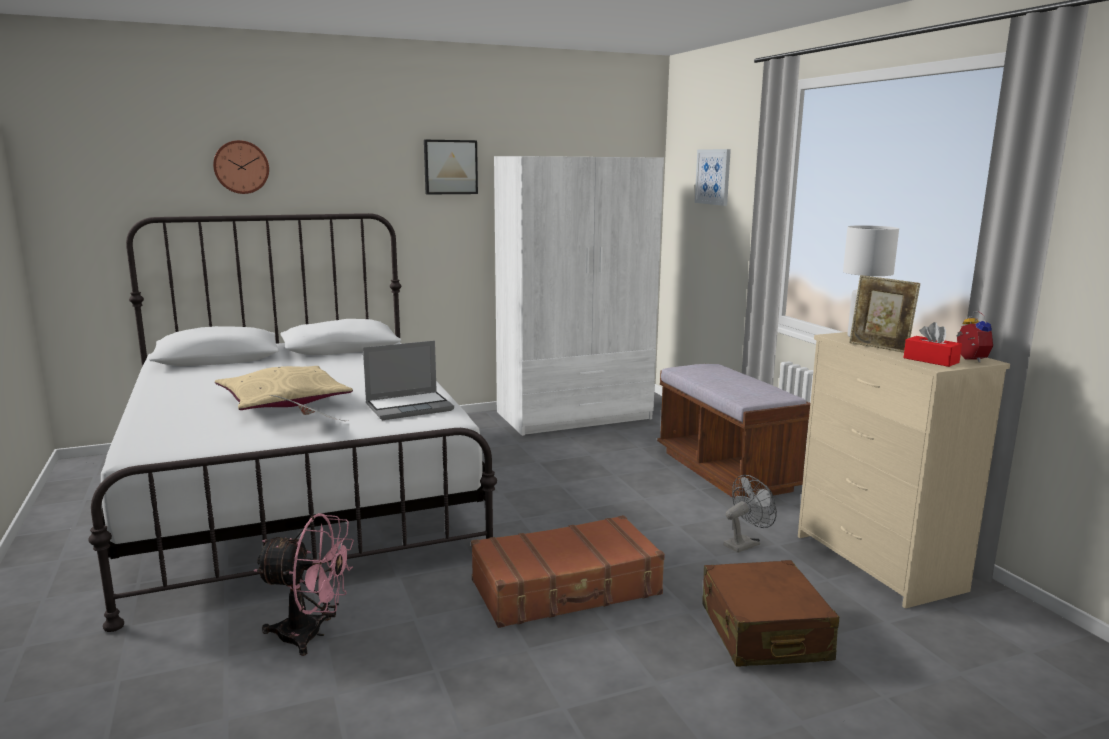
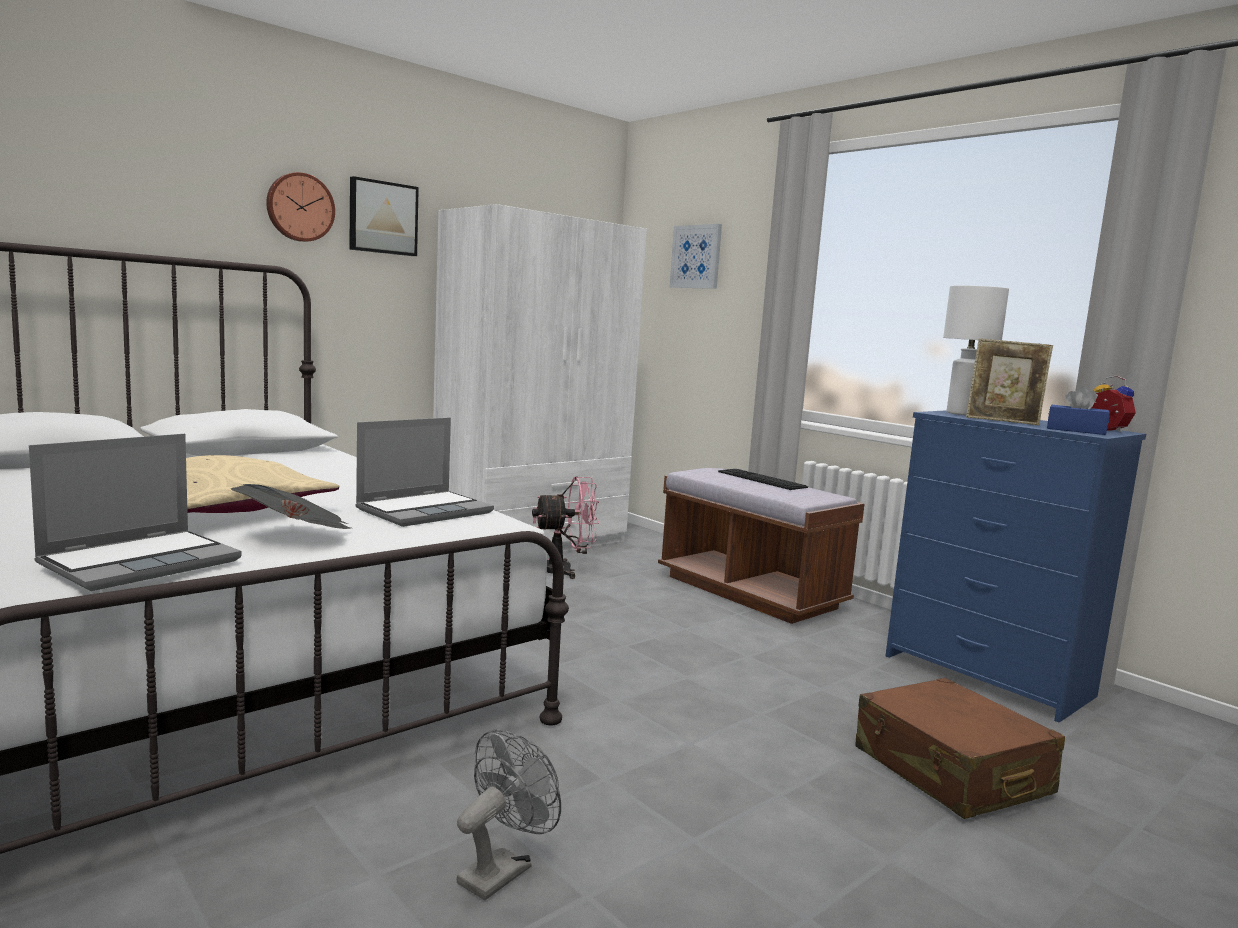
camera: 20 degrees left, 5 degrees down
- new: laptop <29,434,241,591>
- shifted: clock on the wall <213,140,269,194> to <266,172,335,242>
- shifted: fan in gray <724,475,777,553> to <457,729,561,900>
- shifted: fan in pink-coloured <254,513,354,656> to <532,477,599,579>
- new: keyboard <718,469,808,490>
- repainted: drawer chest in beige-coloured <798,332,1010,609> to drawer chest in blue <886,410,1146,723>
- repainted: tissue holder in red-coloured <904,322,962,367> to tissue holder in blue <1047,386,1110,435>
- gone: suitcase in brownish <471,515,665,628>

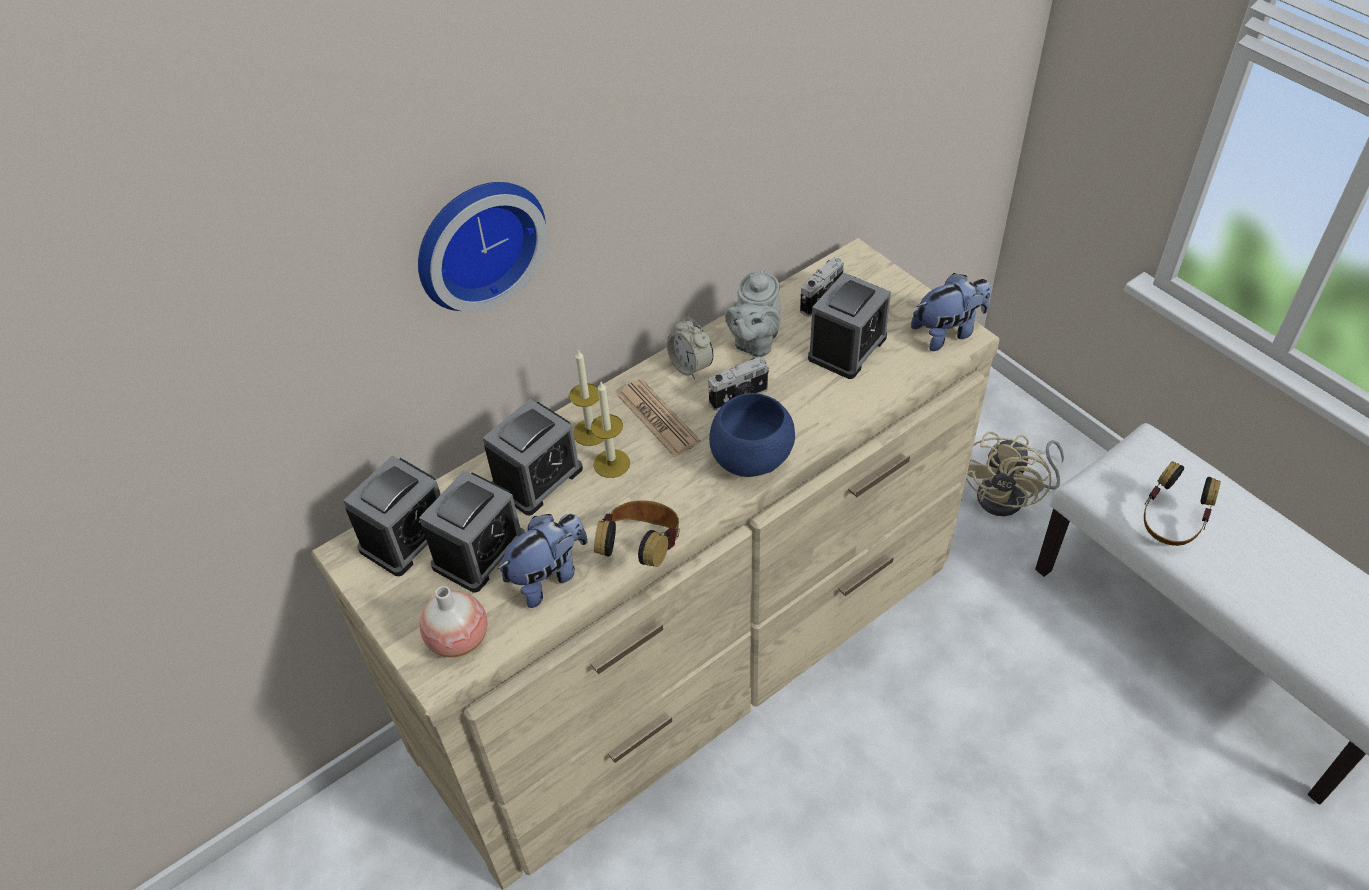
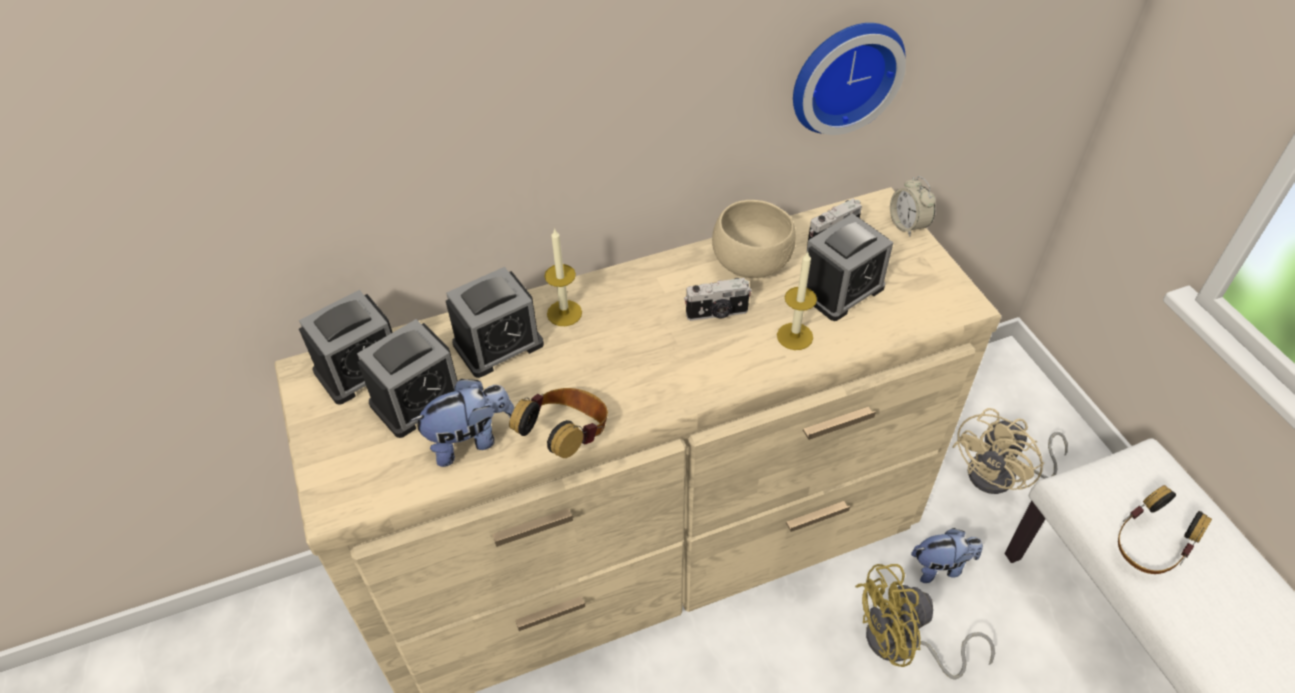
camera: 15 degrees right, 0 degrees up
- swapped: pot for tea in gray <725,268,781,357> to bowl in beige-coloured <712,200,796,278>
- shifted: wax light <591,382,630,478> to <777,252,817,350>
- shifted: clock on the wall <418,182,547,312> to <793,23,906,135>
- new: fan in yellow-coloured <855,564,995,680>
- shifted: alarm clock <667,317,713,380> to <890,176,936,237>
- shifted: soft toy <911,273,991,351> to <911,528,983,583>
- gone: vase <420,586,487,657>
- gone: daily paper <617,379,701,457>
- gone: bowl in blue <709,393,795,477>

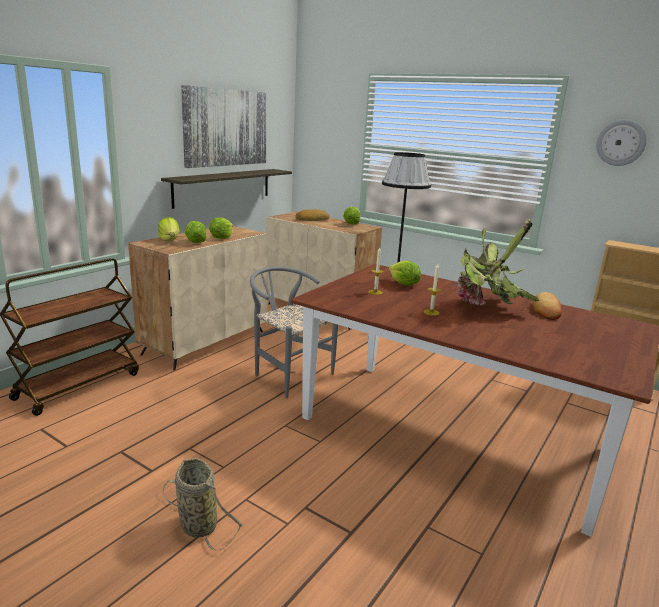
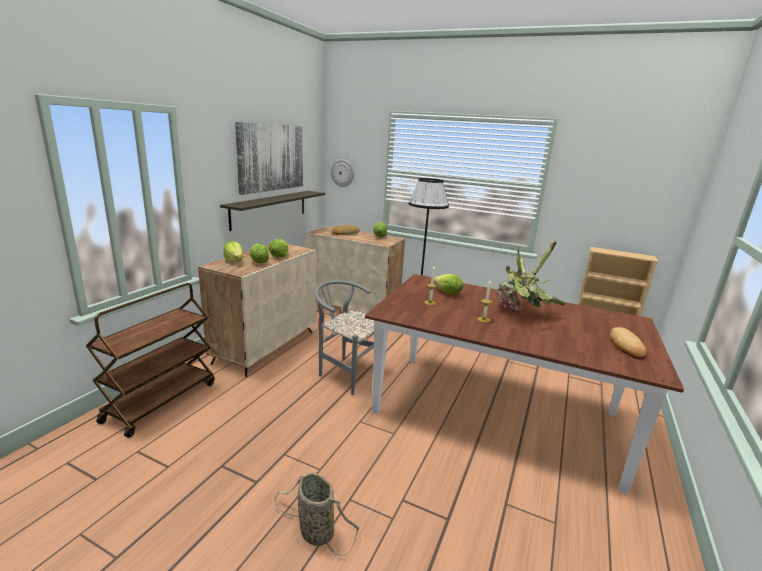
camera: 10 degrees left, 0 degrees up
- shifted: clock on the wall <596,120,647,166> to <331,159,354,187>
- shifted: baked bread <533,292,562,320> to <610,327,648,360>

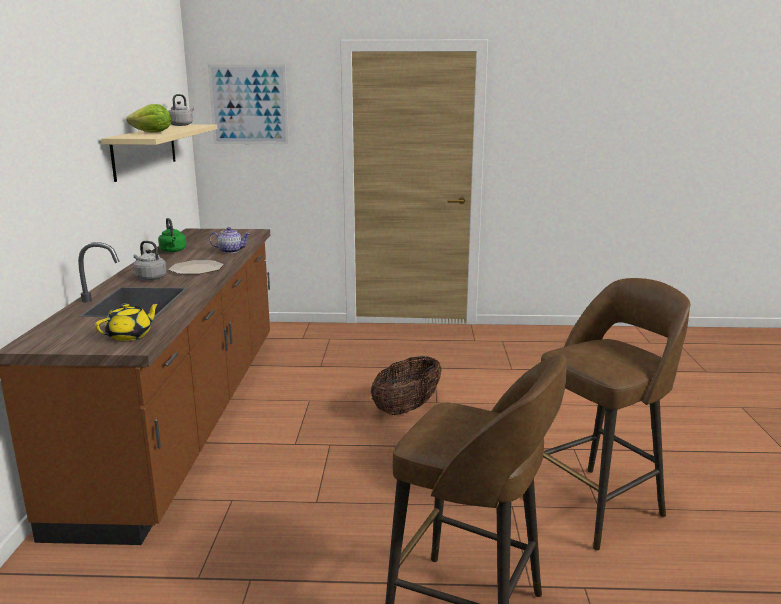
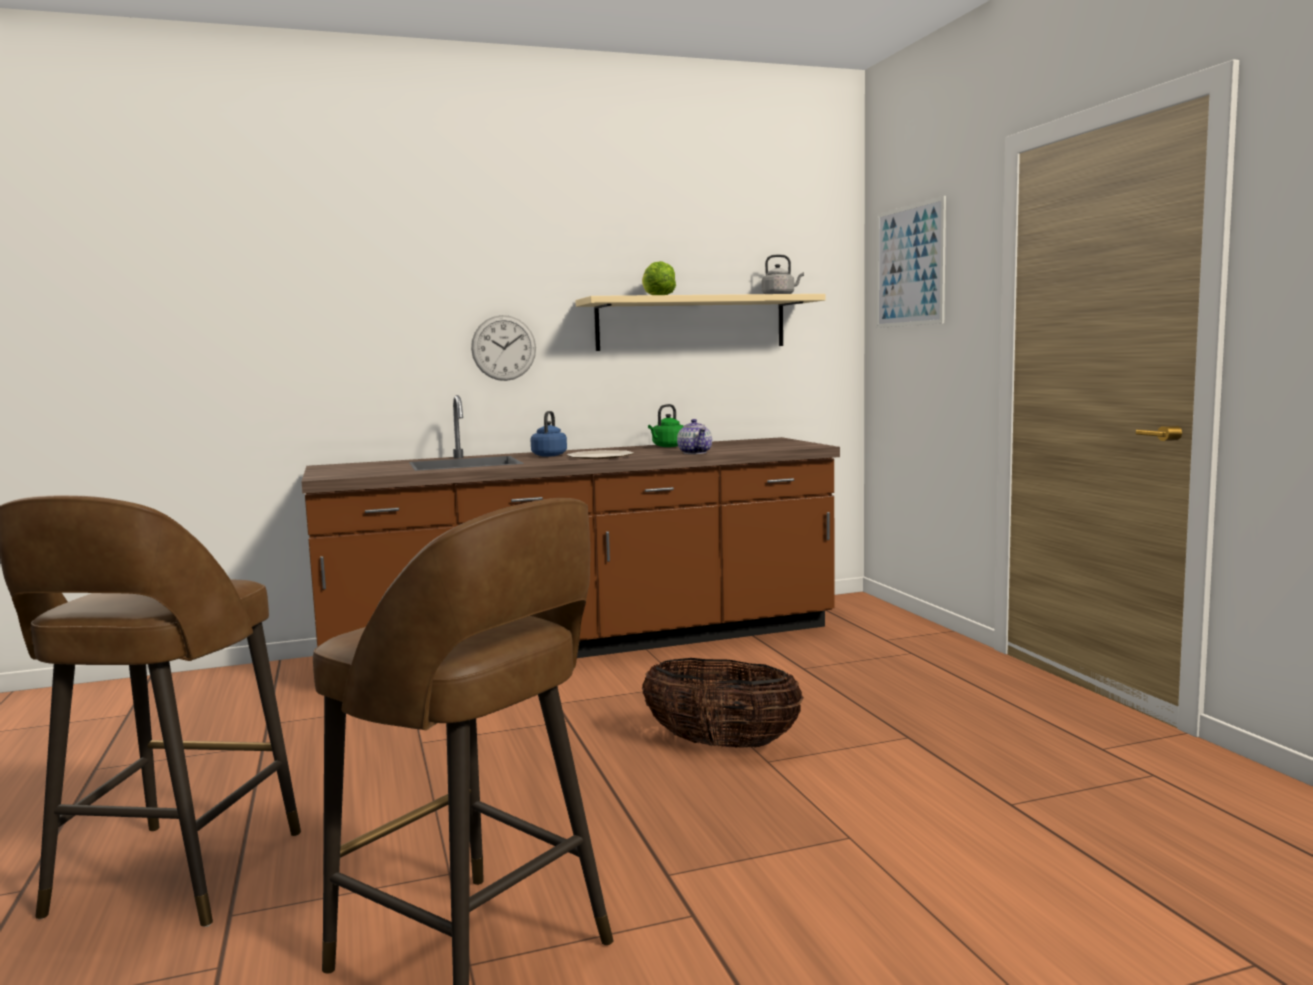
camera: 70 degrees right, 10 degrees down
- new: clock on the wall <471,315,536,381>
- repainted: water kettle in gray <133,241,167,280> to water kettle in blue <531,411,567,457>
- gone: pot for tea in yellow-coloured <95,302,160,341>

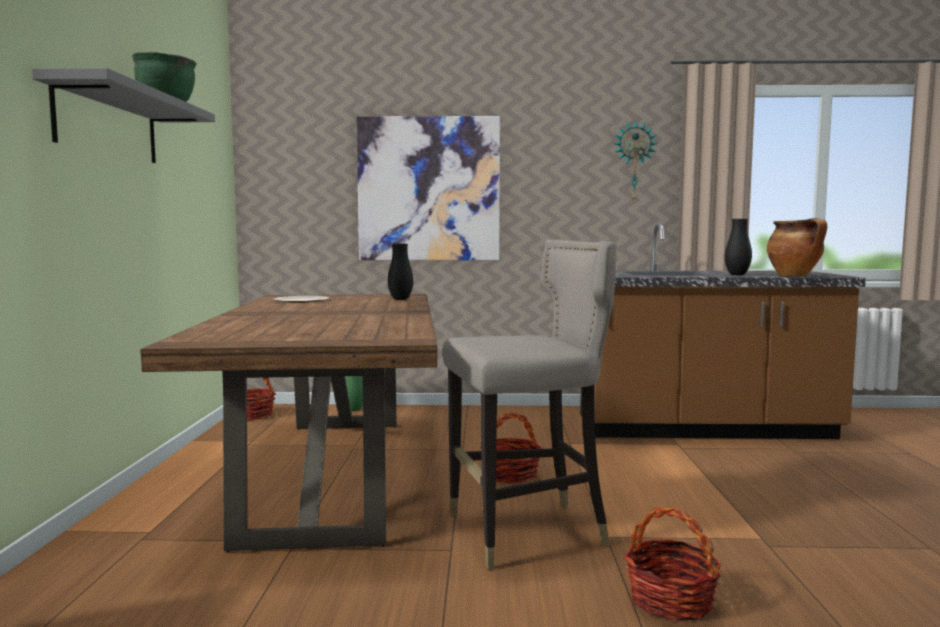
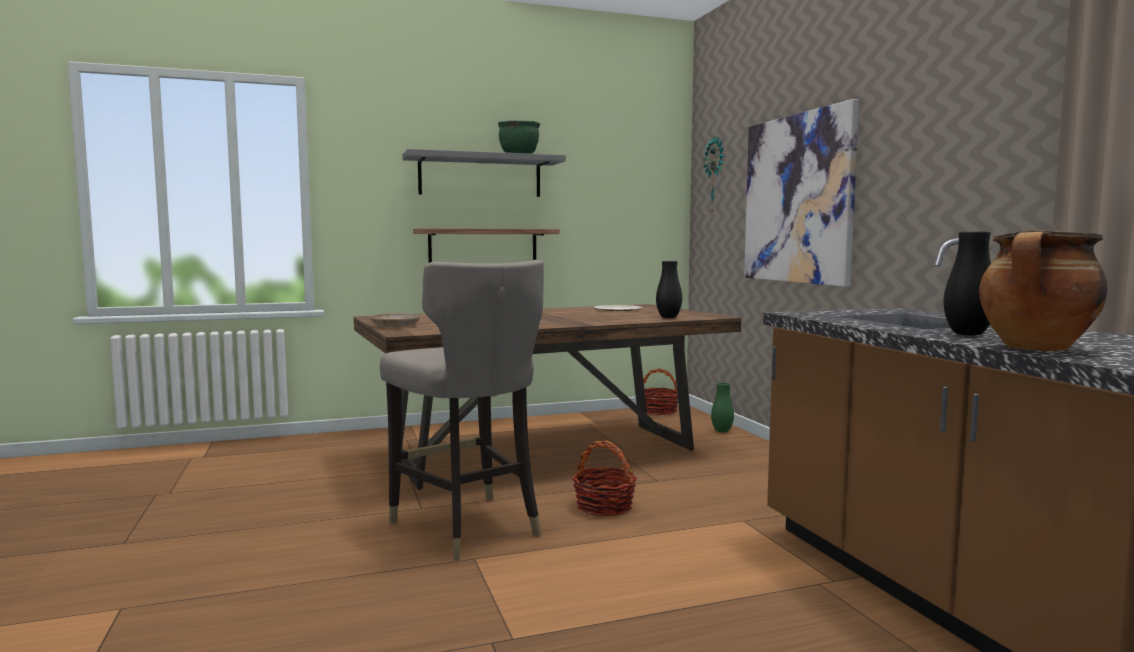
camera: 70 degrees right, 0 degrees up
- new: dinner plate in beige-coloured <370,313,420,327>
- new: wall shelf <413,228,560,263>
- shifted: clock on the wall <613,120,658,201> to <703,136,725,213>
- gone: household basket <624,507,722,622>

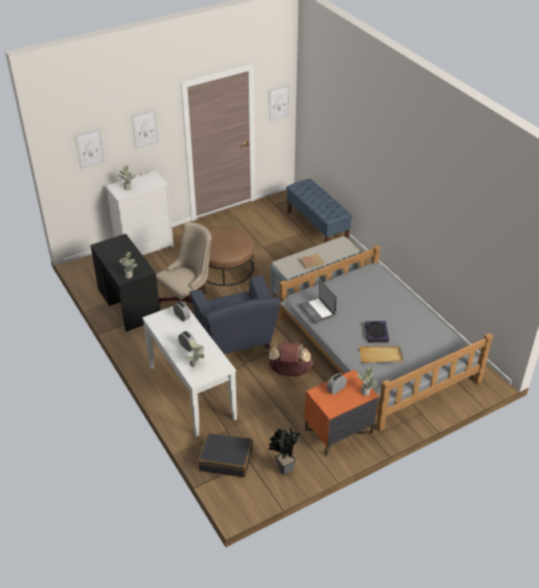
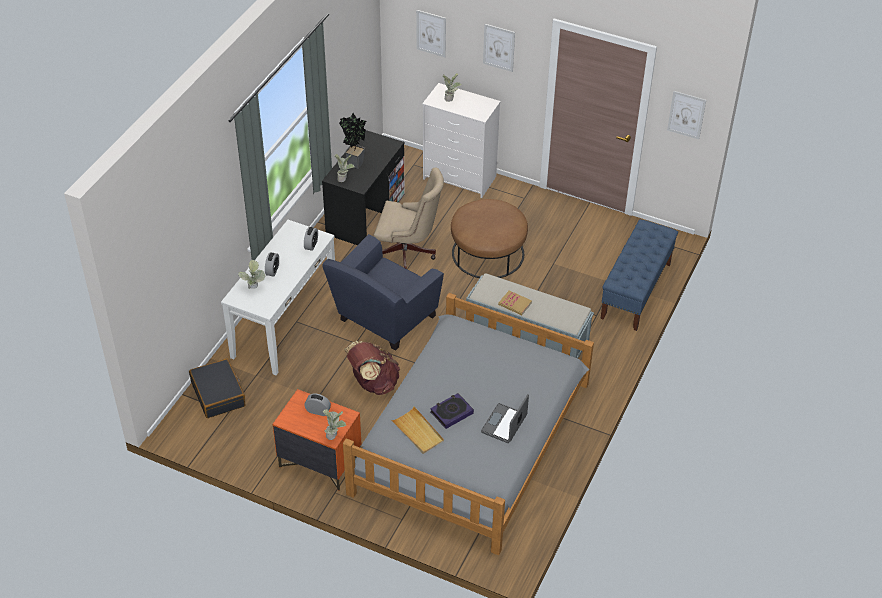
camera: 55 degrees right, 5 degrees up
- shifted: plant in a pot <268,427,301,475> to <339,113,366,169>
- shifted: laptop <300,280,337,323> to <481,394,529,443>

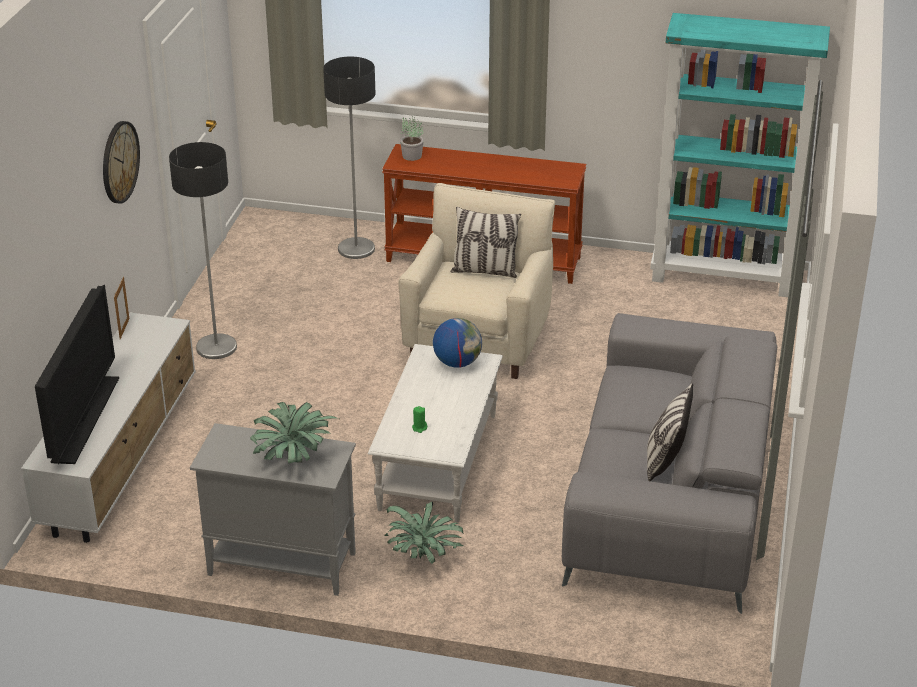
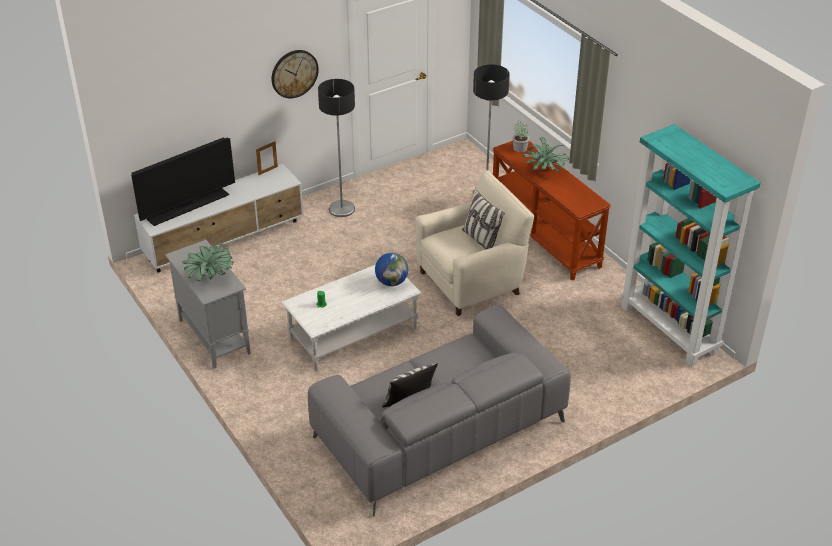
camera: 45 degrees right, 5 degrees up
- shifted: plant in a pot <384,502,464,564> to <523,137,569,172>

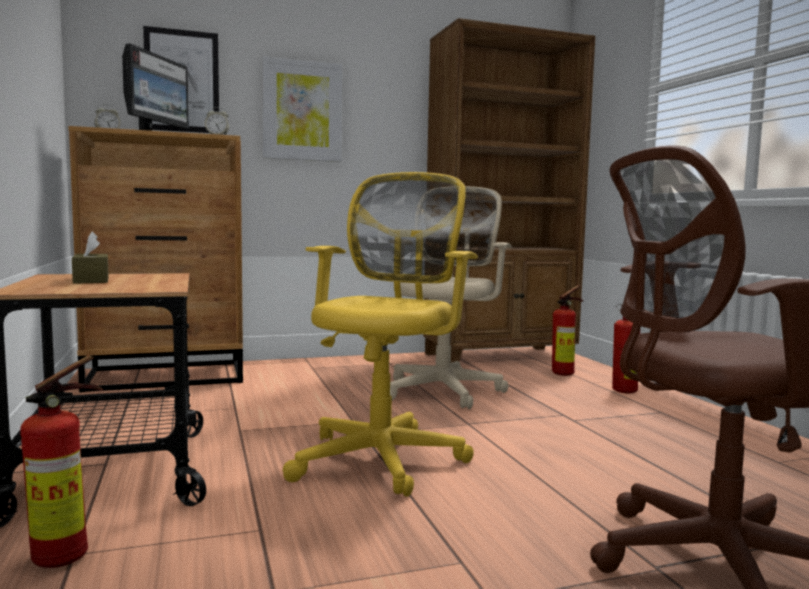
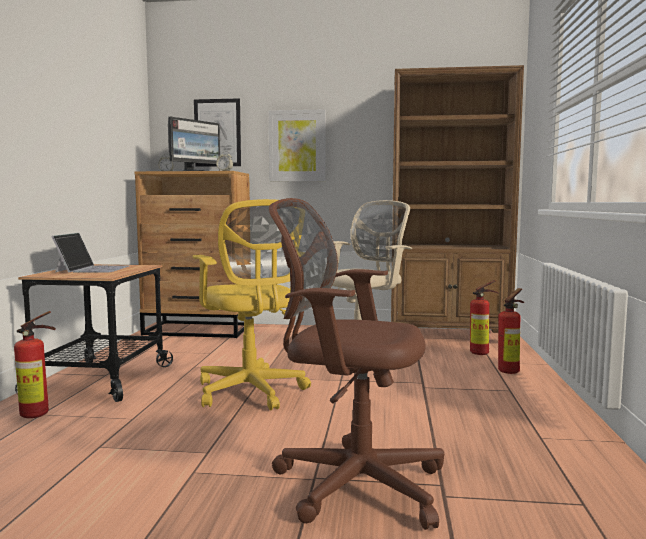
camera: 25 degrees right, 0 degrees up
- swapped: tissue holder in brownish <72,231,109,284> to laptop <51,233,129,273>
- rotated: computer chair in yellow-coloured <283,172,478,497> = <192,199,311,410> 105 degrees clockwise

